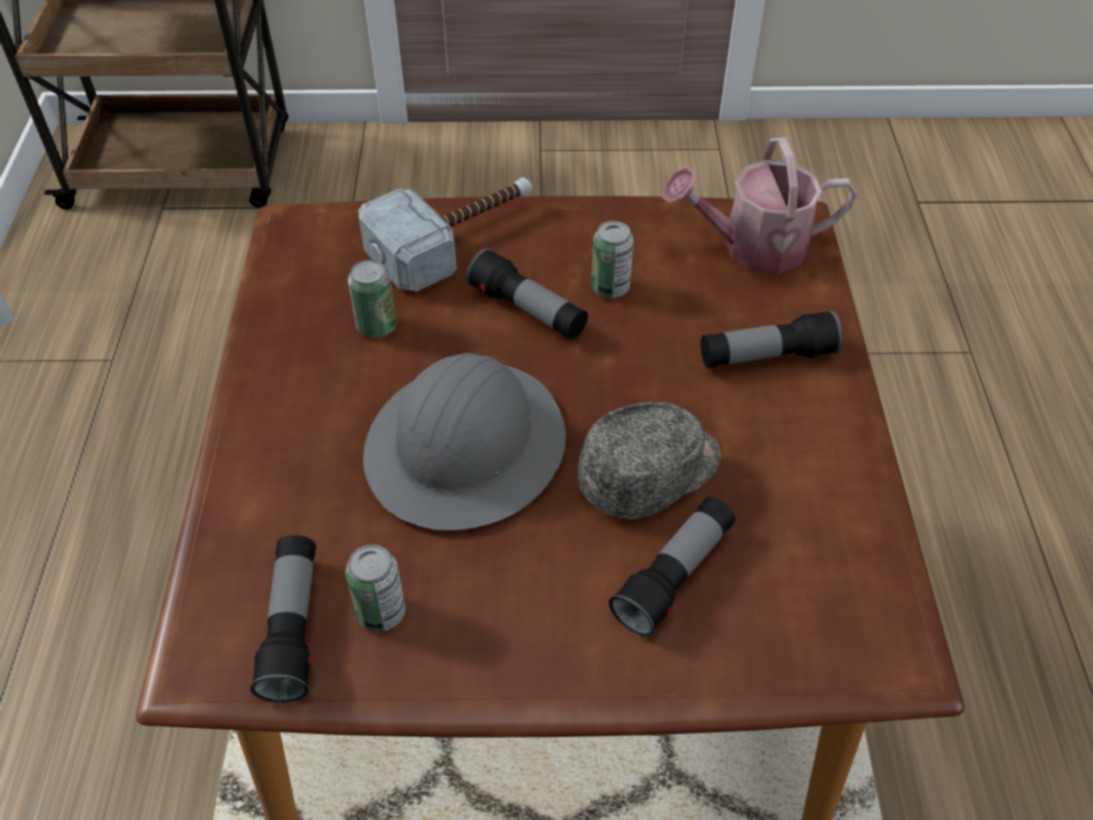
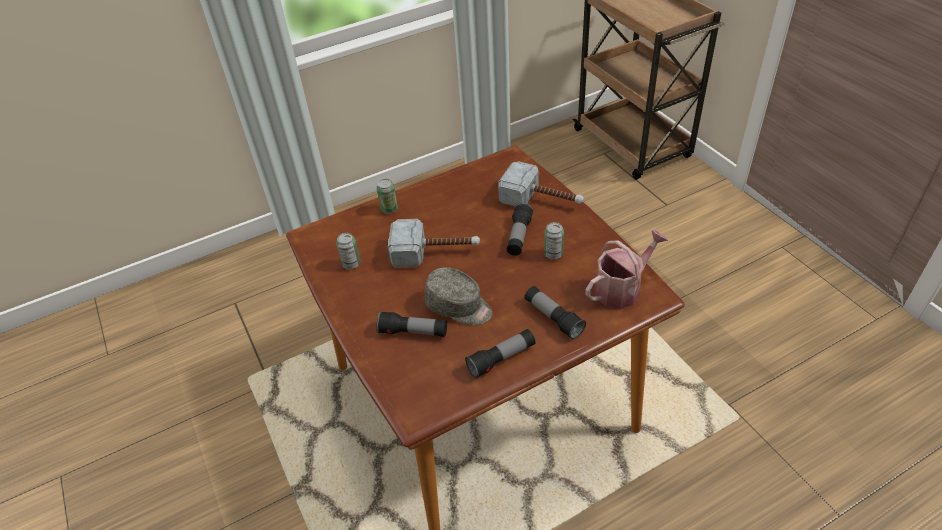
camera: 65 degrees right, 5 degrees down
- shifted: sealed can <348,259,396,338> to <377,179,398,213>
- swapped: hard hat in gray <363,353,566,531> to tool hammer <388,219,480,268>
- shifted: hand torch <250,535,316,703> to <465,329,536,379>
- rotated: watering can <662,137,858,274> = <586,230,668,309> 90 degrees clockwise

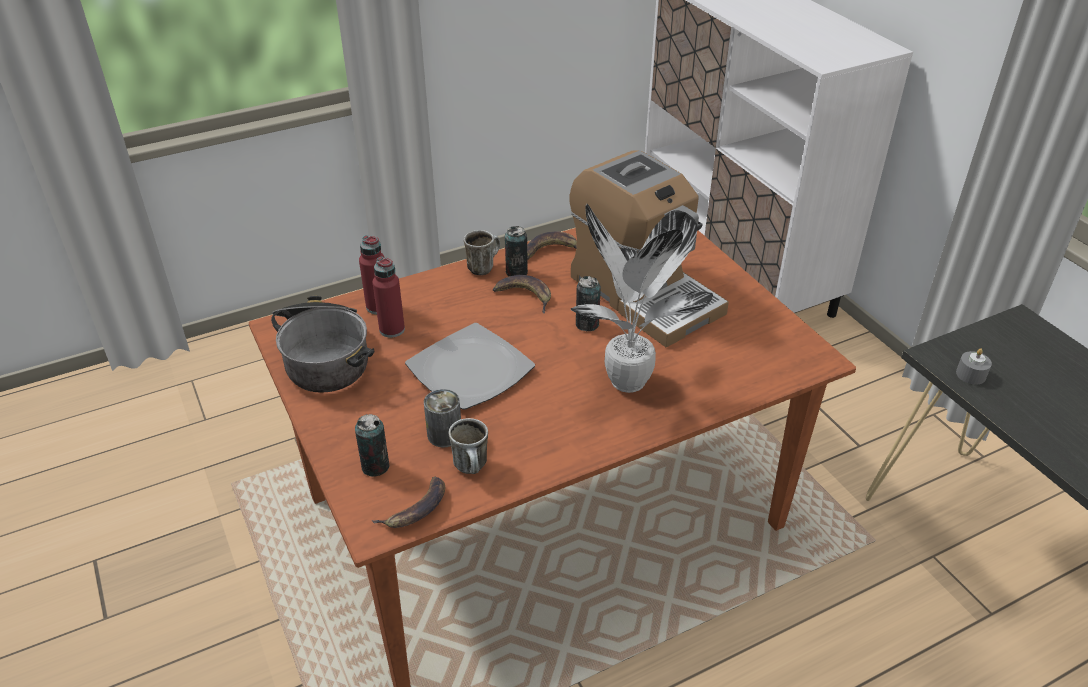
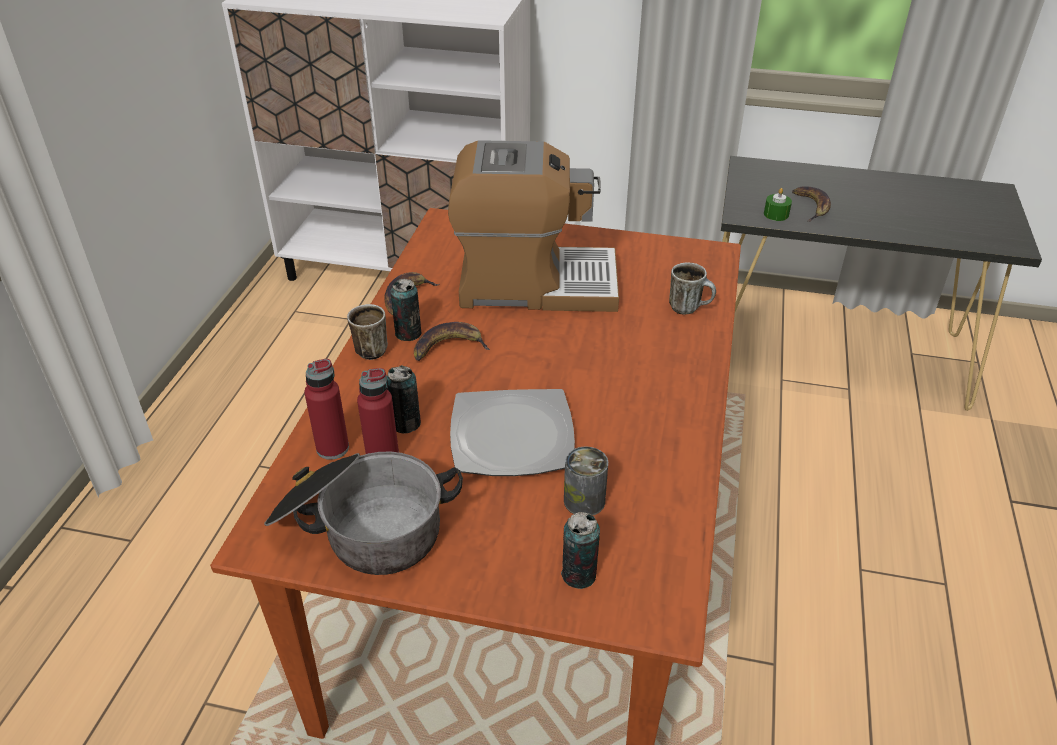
camera: 50 degrees left, 0 degrees up
- shifted: sealed can <576,276,601,331> to <387,365,421,434>
- shifted: mug <449,418,488,474> to <669,262,716,315>
- repainted: wax light in gray <956,348,992,385> to wax light in greenish <764,188,792,221>
- shifted: banana <372,476,445,528> to <792,186,831,222>
- gone: plant in a pot <571,204,713,393>

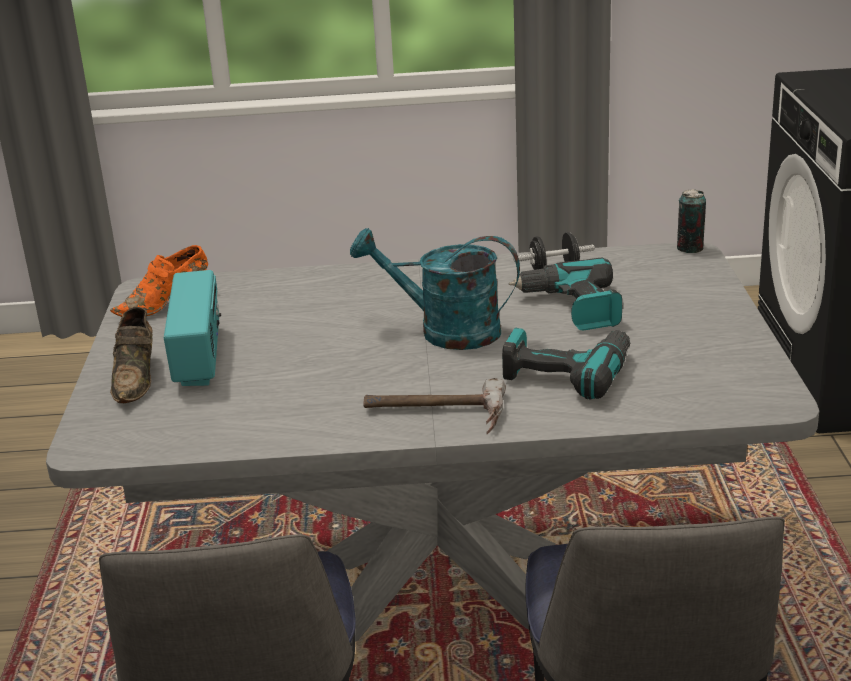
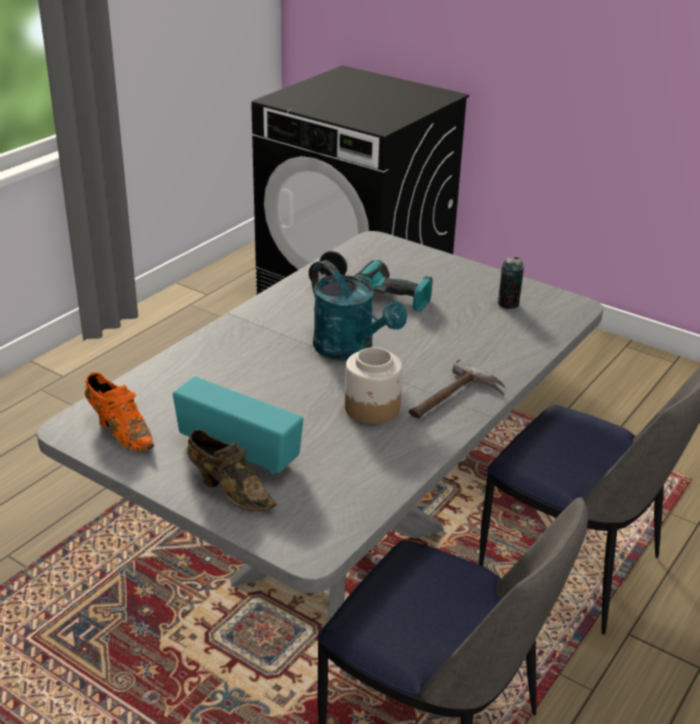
camera: 55 degrees left, 5 degrees up
- rotated: shoe in orange-coloured <110,245,208,317> = <85,372,154,451> 45 degrees counterclockwise
- rotated: watering can in turquoise <350,228,520,350> = <311,260,407,361> 90 degrees counterclockwise
- new: storage jar <345,347,403,424>
- shifted: sealed can <677,189,706,253> to <498,257,524,309>
- gone: electric drill <502,327,631,400>

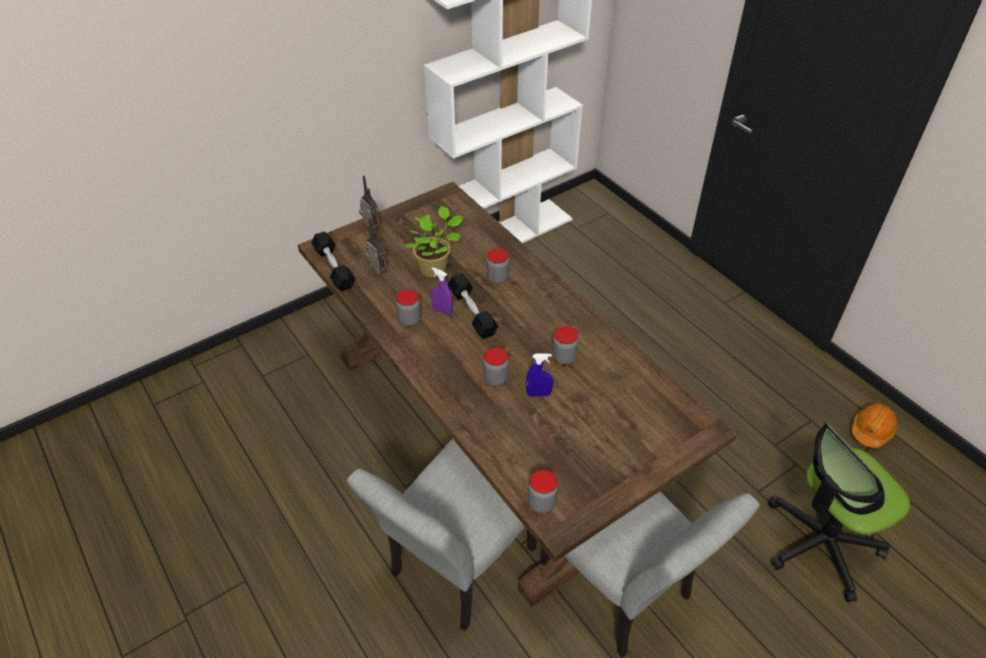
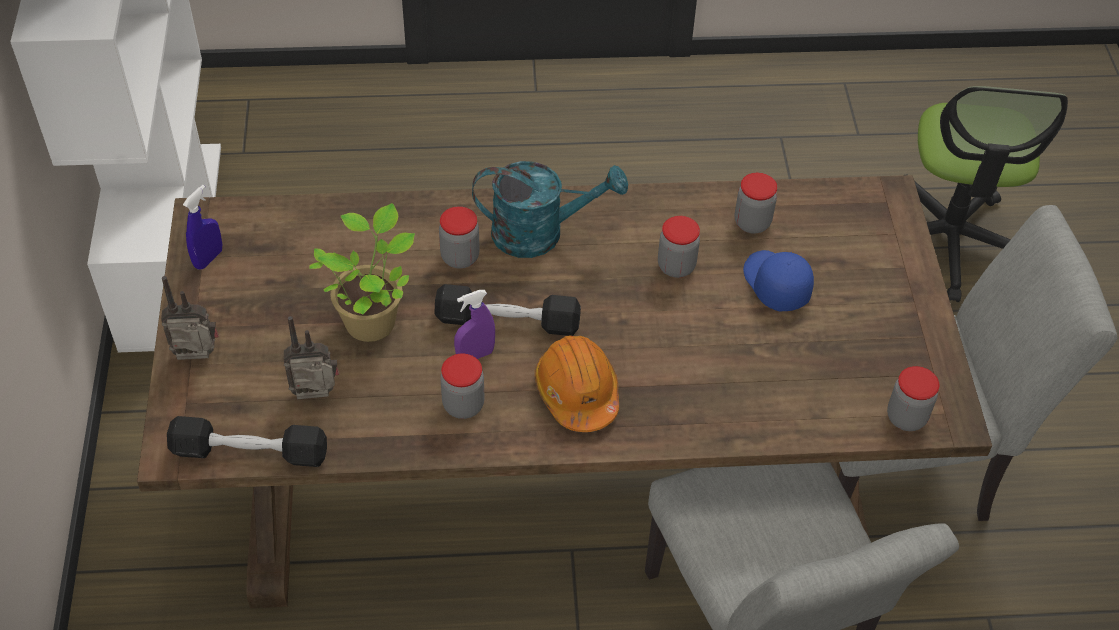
camera: 60 degrees left, 5 degrees up
- shifted: spray bottle in blue <526,353,553,397> to <183,185,222,270>
- new: watering can in turquoise <472,161,628,258>
- shifted: hard hat in orange-coloured <851,403,897,448> to <535,336,619,432>
- shifted: storage jar <483,347,509,386> to <735,173,777,234>
- new: baseball cap in blue <743,250,814,311>

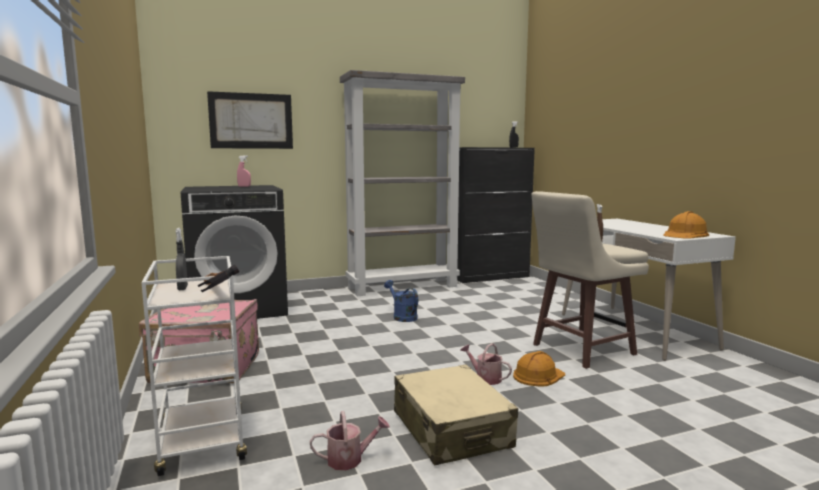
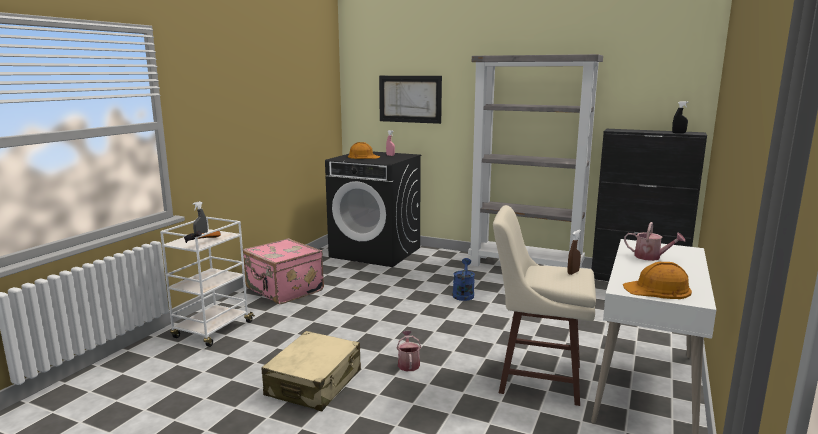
camera: 45 degrees right, 5 degrees up
- shifted: hard hat in orange-coloured <513,351,565,387> to <348,142,380,159>
- shifted: watering can <310,411,390,470> to <624,222,686,261>

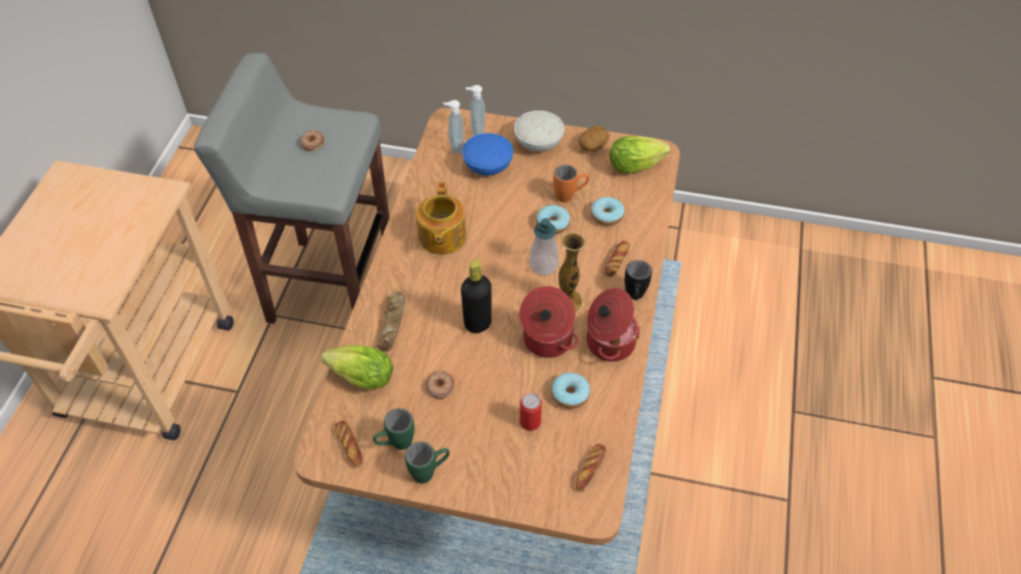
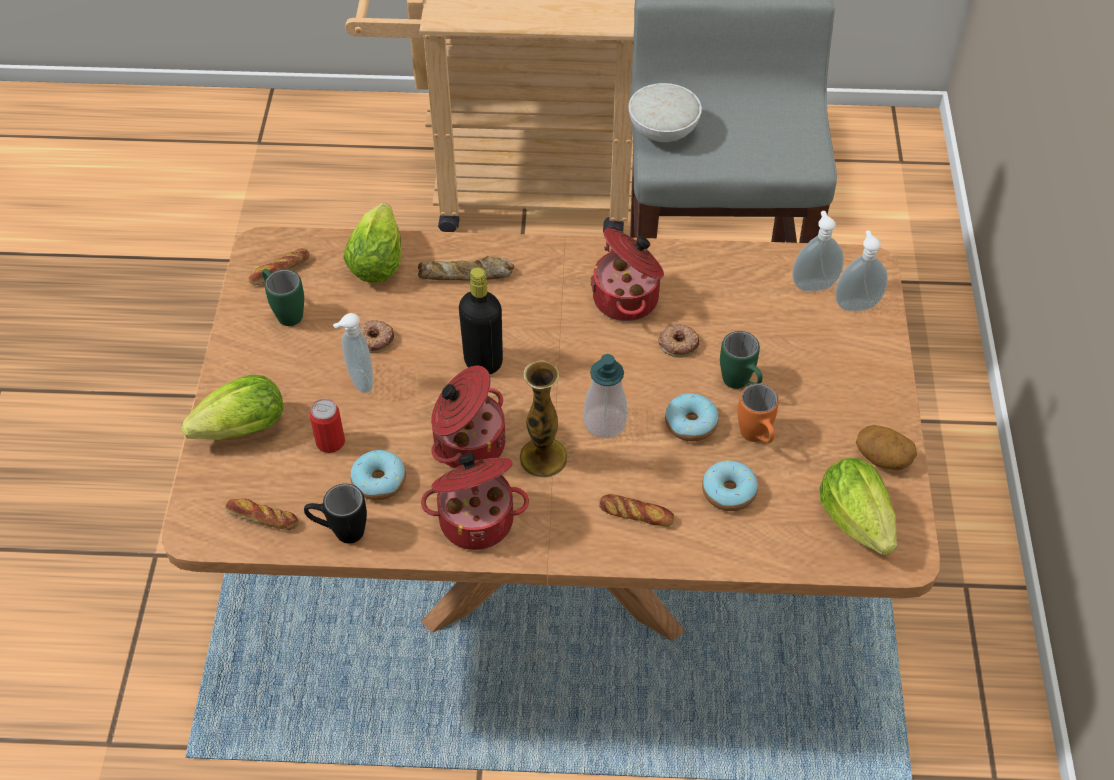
camera: 80 degrees right, 0 degrees up
- new: head of lettuce <182,375,283,440>
- shifted: mug in black <625,260,652,300> to <304,484,367,544>
- new: soap dispenser <333,313,373,393>
- swapped: pot for tea <416,182,467,255> to cooking pot <590,228,664,321>
- shifted: bowl in whitish <514,111,564,152> to <628,83,702,142>
- shifted: donut <300,130,324,151> to <658,324,699,358>
- shifted: mug in greenish <405,442,450,484> to <720,331,763,389>
- gone: bowl in blue <462,133,513,175>

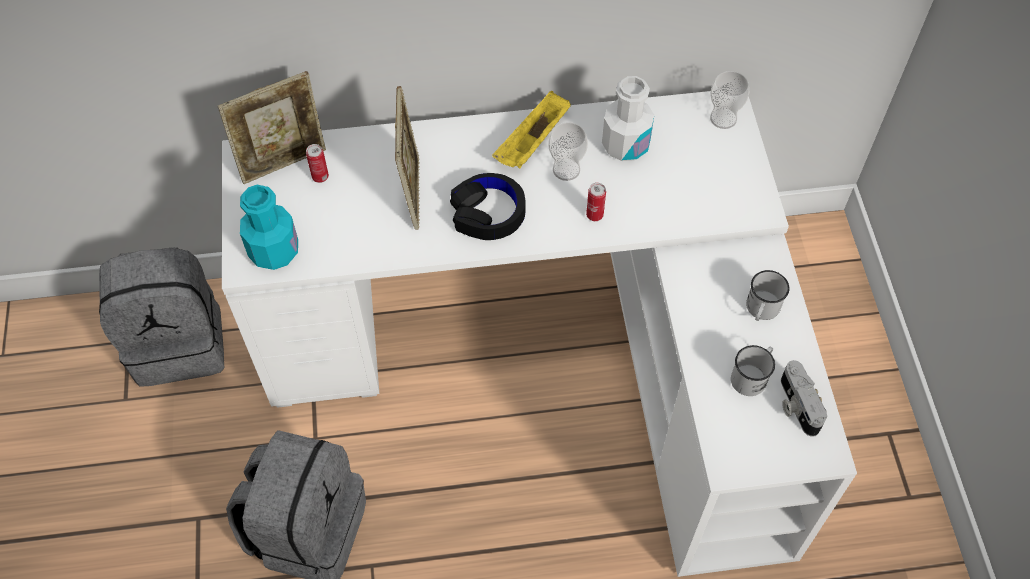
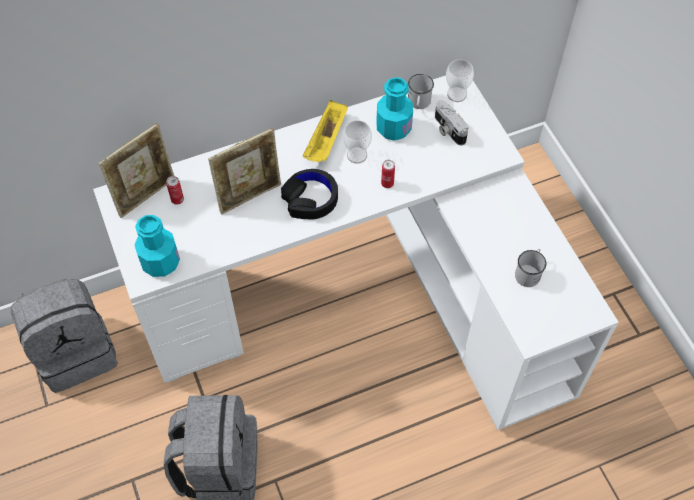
camera: 15 degrees left, 0 degrees up
- rotated: standing frame <395,86,420,230> = <208,128,281,215> 75 degrees clockwise
- repainted: drink bottle in whitish <602,76,654,161> to drink bottle in turquoise <376,77,413,141>
- shifted: mug in whitish <746,270,789,321> to <408,74,434,109>
- shifted: still camera <781,360,827,437> to <435,100,468,145>

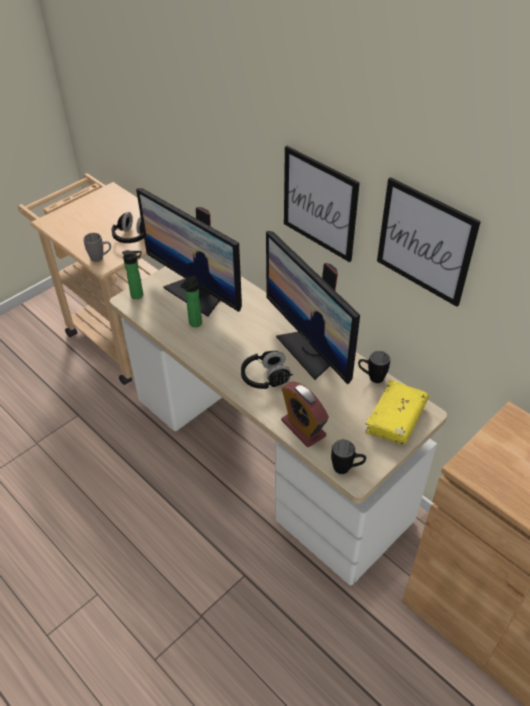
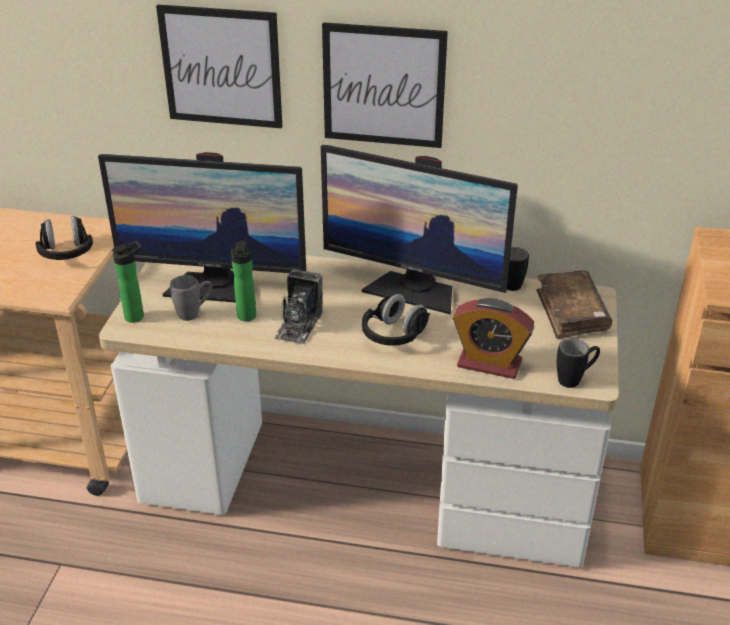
camera: 35 degrees left, 10 degrees down
- shifted: wall picture <377,177,481,307> to <156,4,282,128>
- shifted: mug in gray <83,233,111,262> to <170,275,212,321>
- new: still camera <274,269,323,344>
- repainted: volume in yellow-coloured <365,380,429,444> to volume in brownish <536,270,612,339>

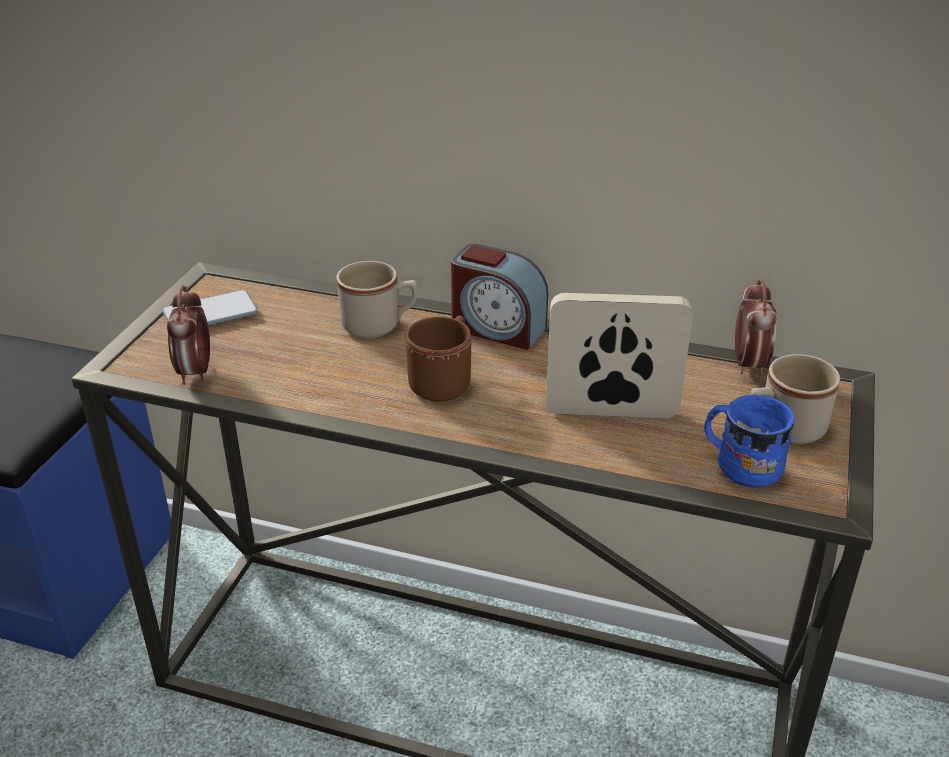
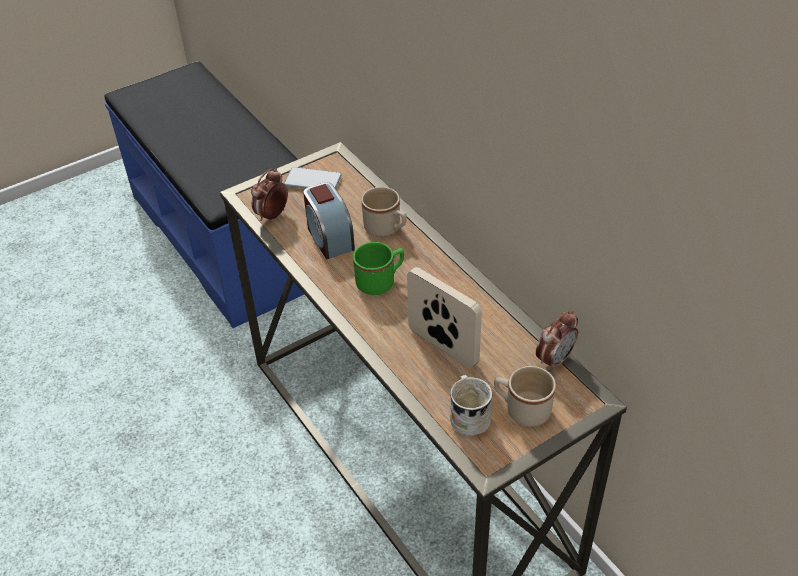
camera: 40 degrees right, 10 degrees up
- shifted: alarm clock <451,244,548,350> to <303,182,355,259>
- repainted: mug in brownish <405,316,471,401> to mug in greenish <353,242,404,295>
- repainted: mug in blue <704,395,795,487> to mug in whitish <450,375,492,436>

